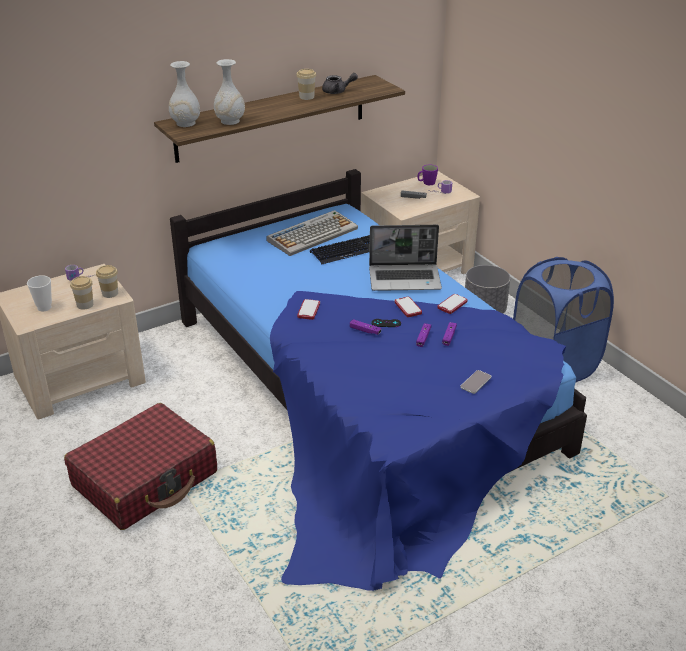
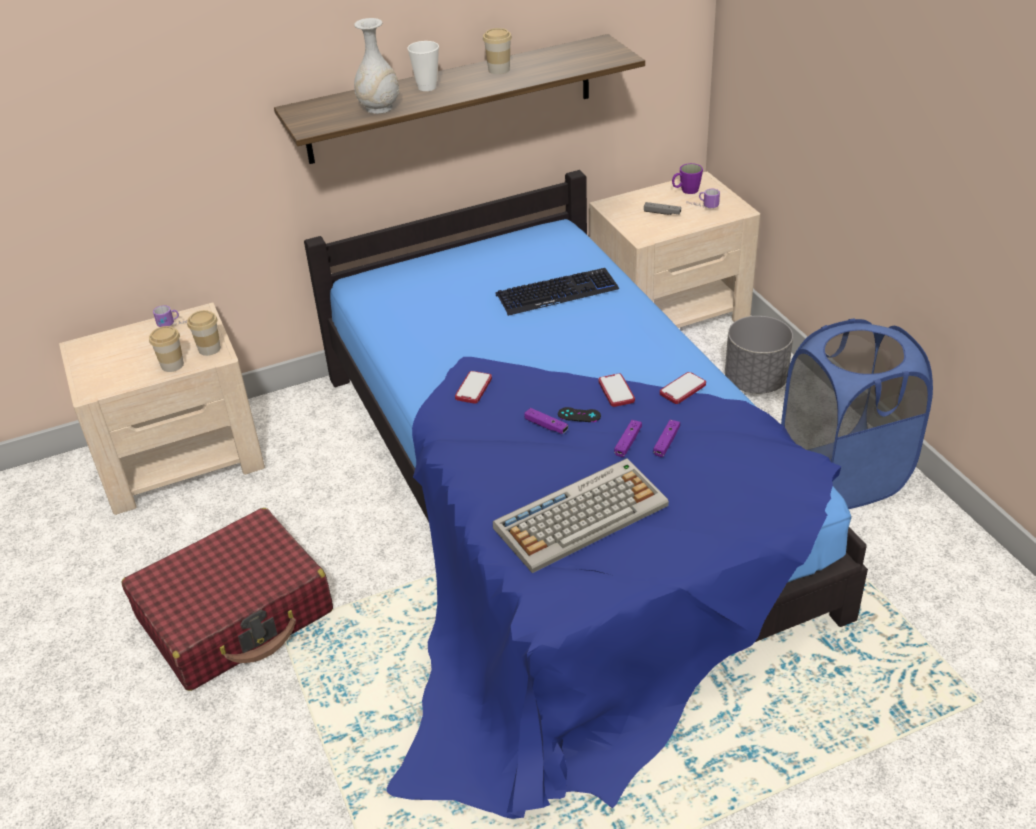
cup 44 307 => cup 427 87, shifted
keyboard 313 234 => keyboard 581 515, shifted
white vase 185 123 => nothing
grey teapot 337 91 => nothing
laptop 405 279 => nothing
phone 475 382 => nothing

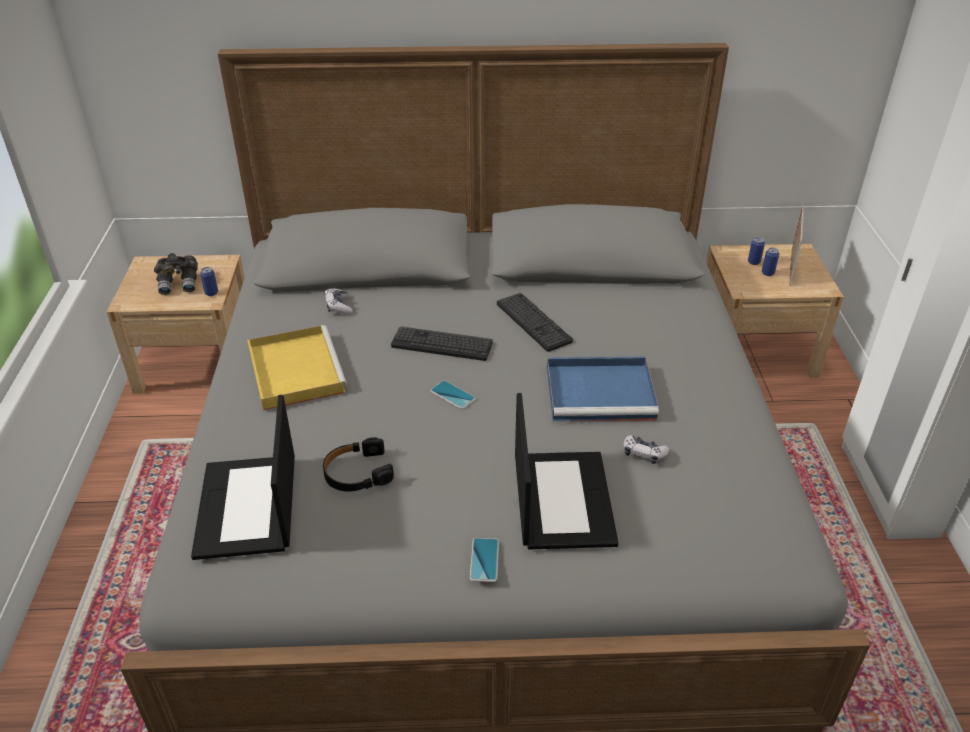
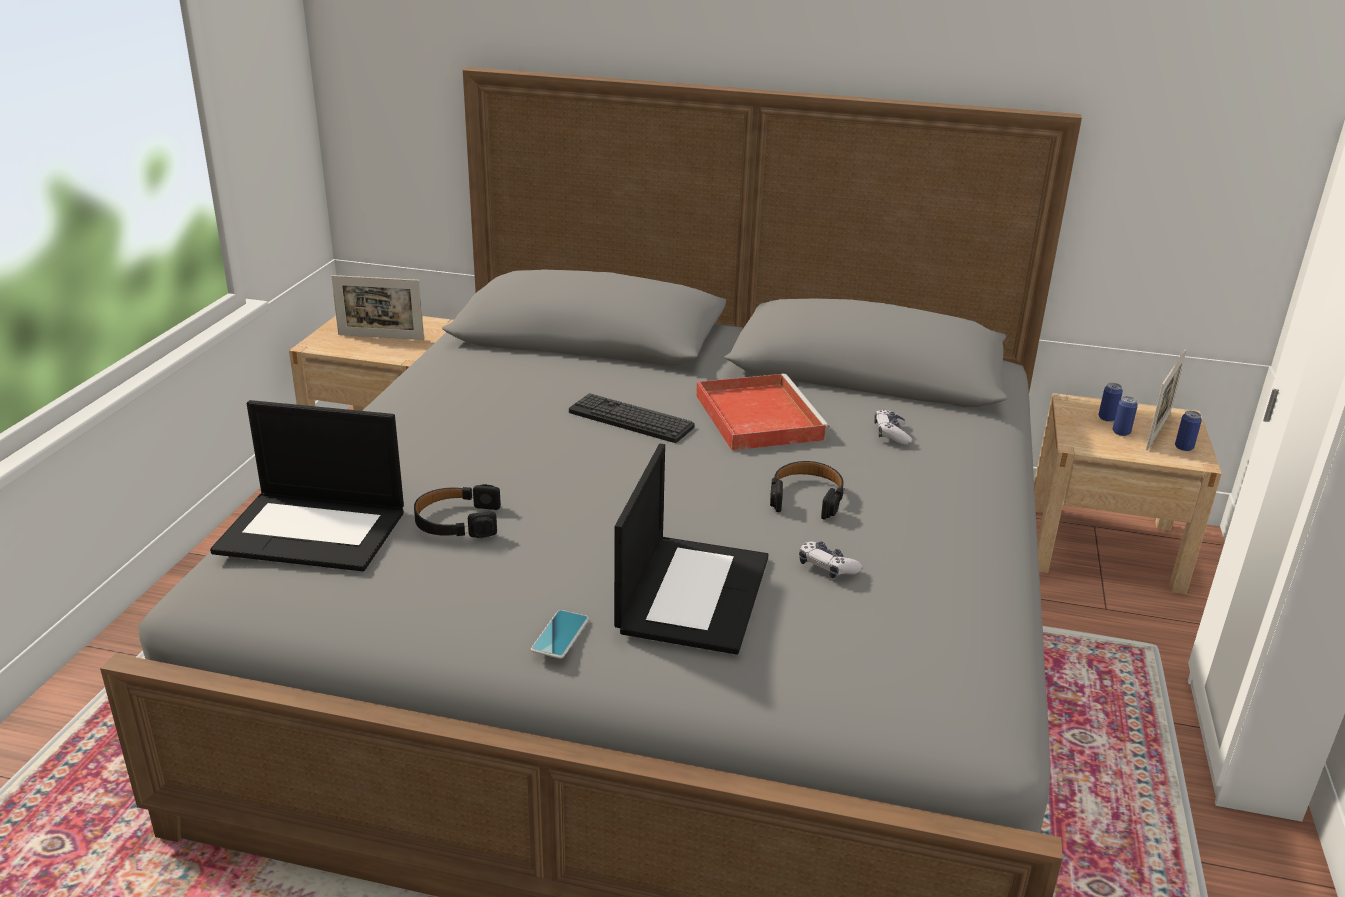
laptop 248 507 => laptop 314 531, 90 degrees counterclockwise
grey binoculars 179 284 => picture frame 381 337
keyboard 533 322 => red tray 757 416
blue tray 602 392 => black headphones 806 497
game controller 338 306 => game controller 891 434, shifted
can 211 293 => can 1184 447, shifted
yellow tray 294 369 => nothing
phone 452 395 => nothing

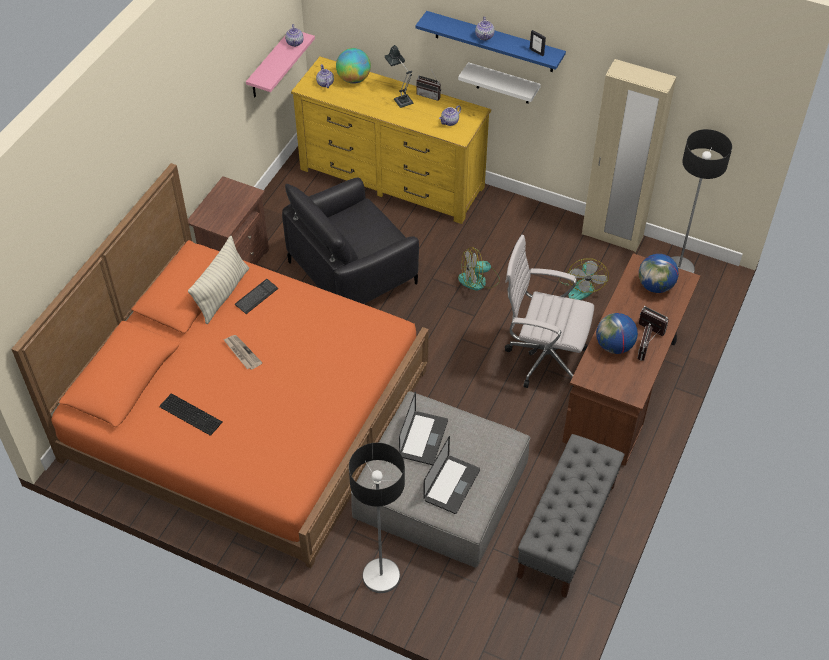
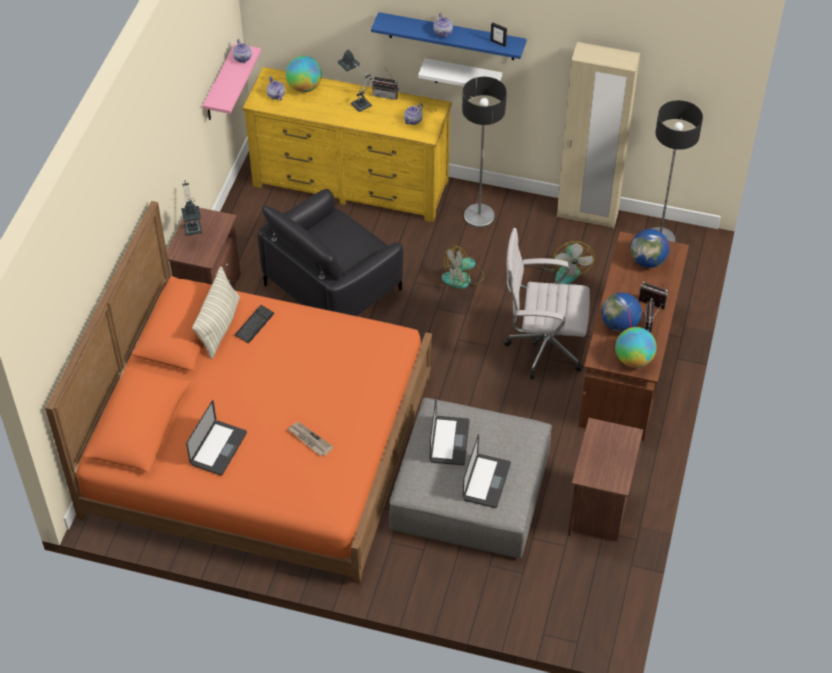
nothing => table lamp 193 232
keyboard 191 413 => laptop 218 448
newspaper 242 353 => newspaper 309 440, shifted
floor lamp 381 575 => floor lamp 479 216, shifted
grey bench 566 531 => brown nightstand 599 511
nothing => globe 633 359

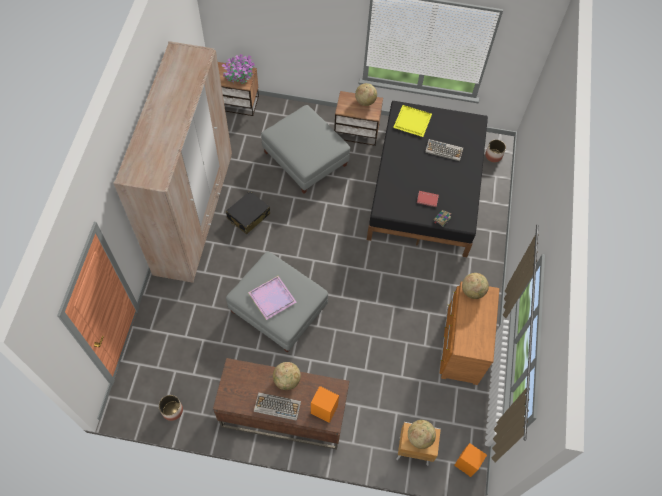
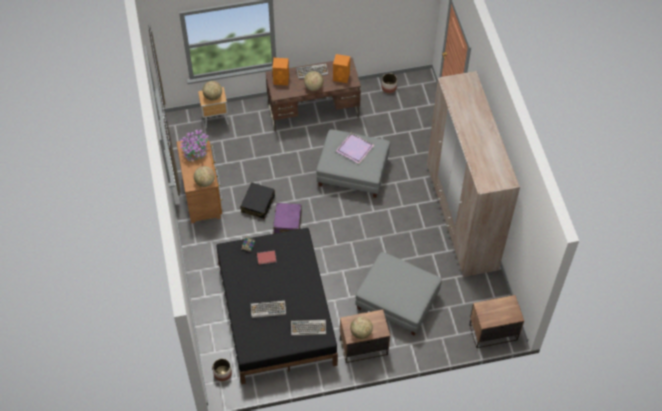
potted plant 240 76 => potted plant 195 151, shifted
black suitcase 248 216 => black suitcase 258 204, shifted
nothing => purple suitcase 287 222
yellow tray 411 121 => keyboard 308 327
orange speaker 466 463 => orange speaker 341 77, shifted

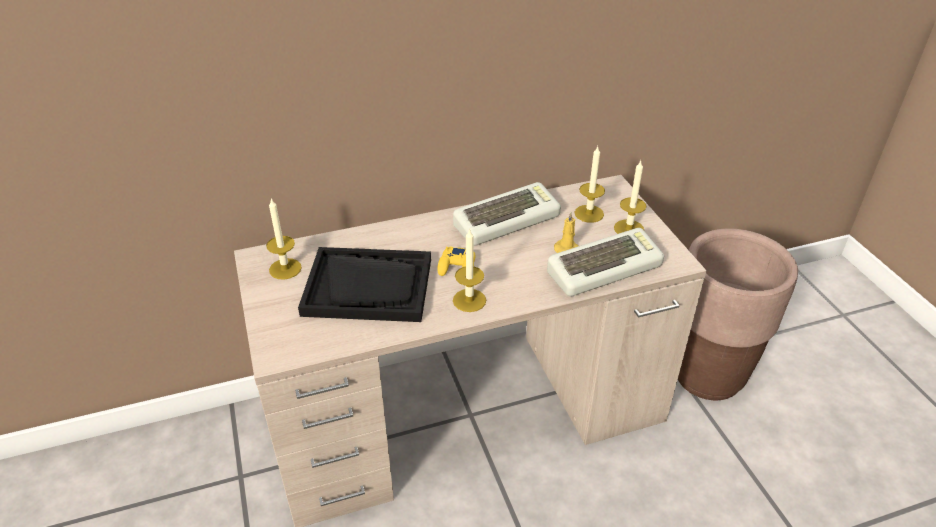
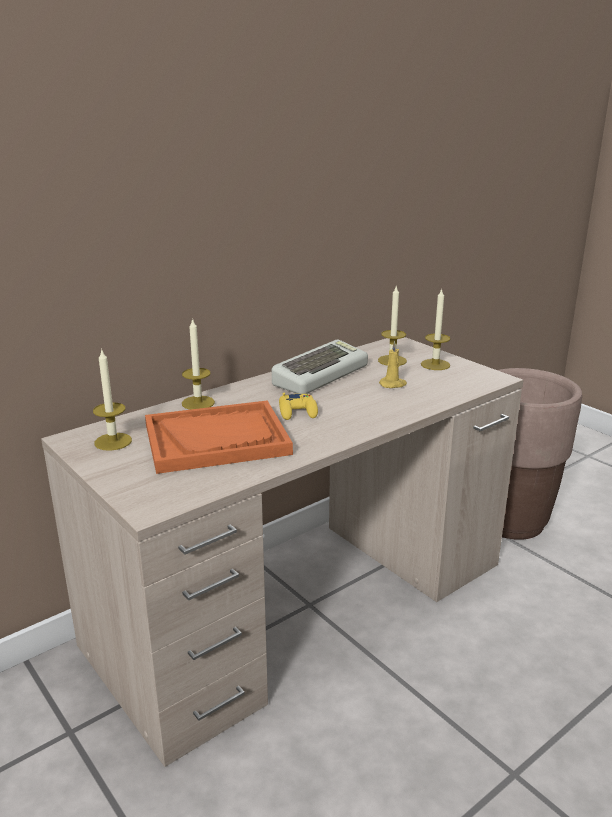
black tray 368 287 => orange tray 217 439
candle 469 300 => candle 198 403, shifted
keyboard 604 267 => nothing

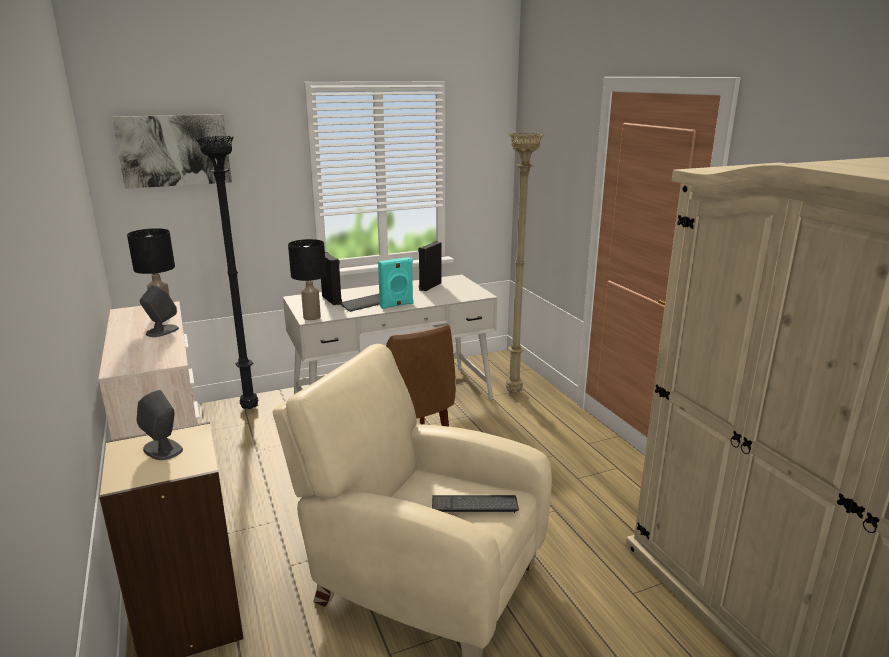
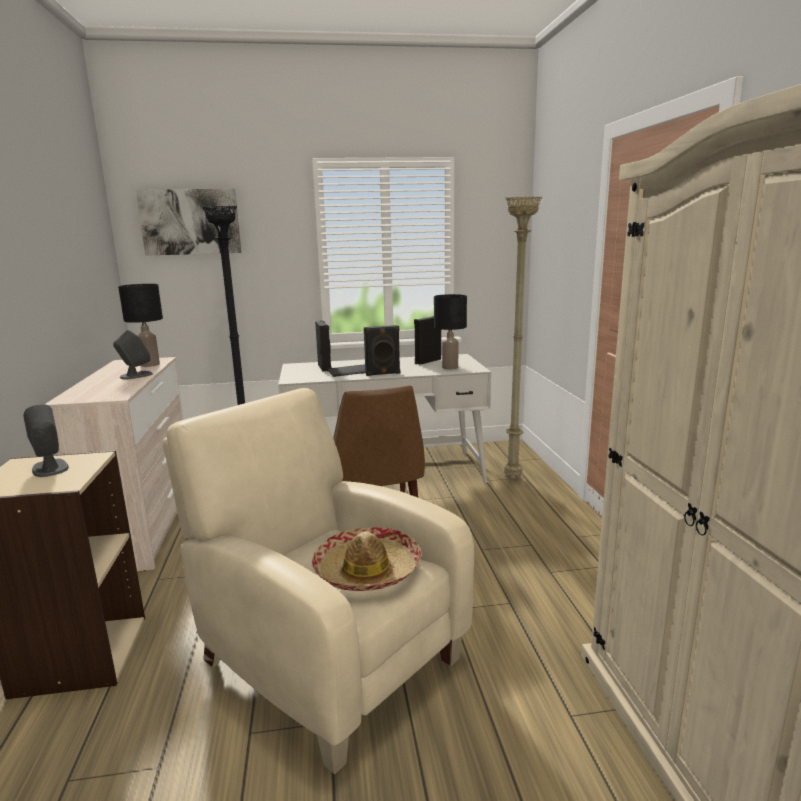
keyboard 474 505 => hat 367 570
turquoise speaker 397 305 => black speaker 383 374
black table lamp 311 317 => black table lamp 449 367, shifted

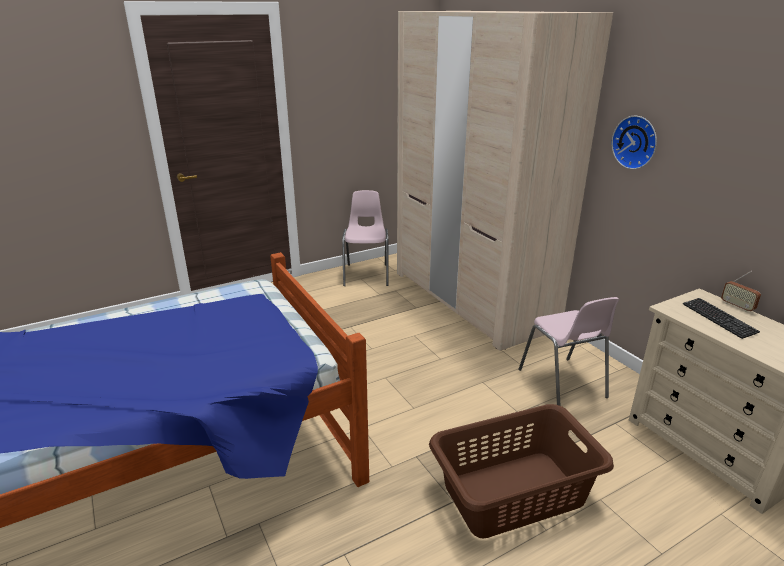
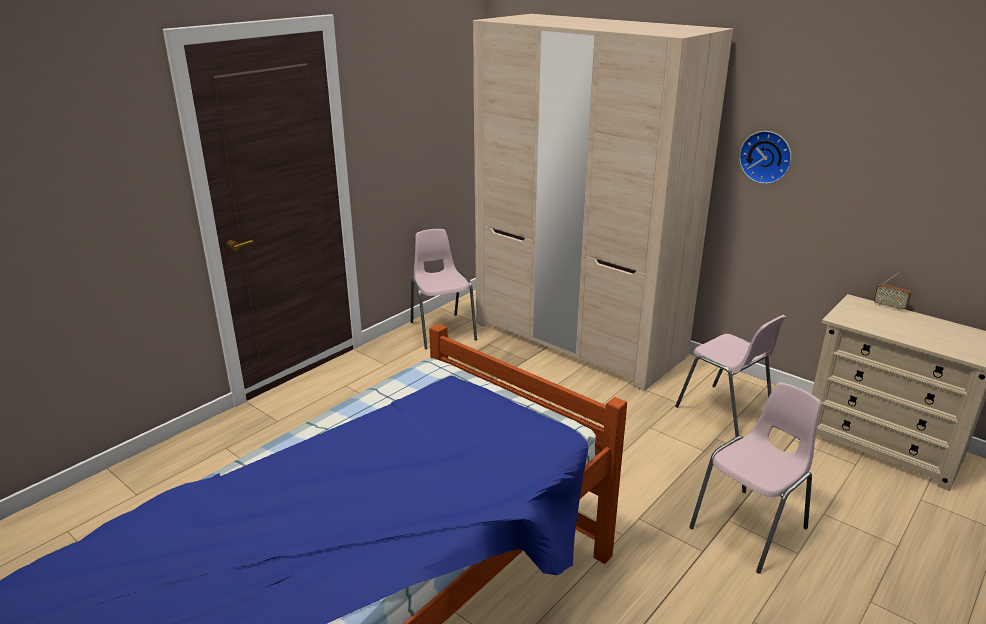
brown laundry basket 514 493 => pink chair 751 528
keyboard 718 319 => nothing

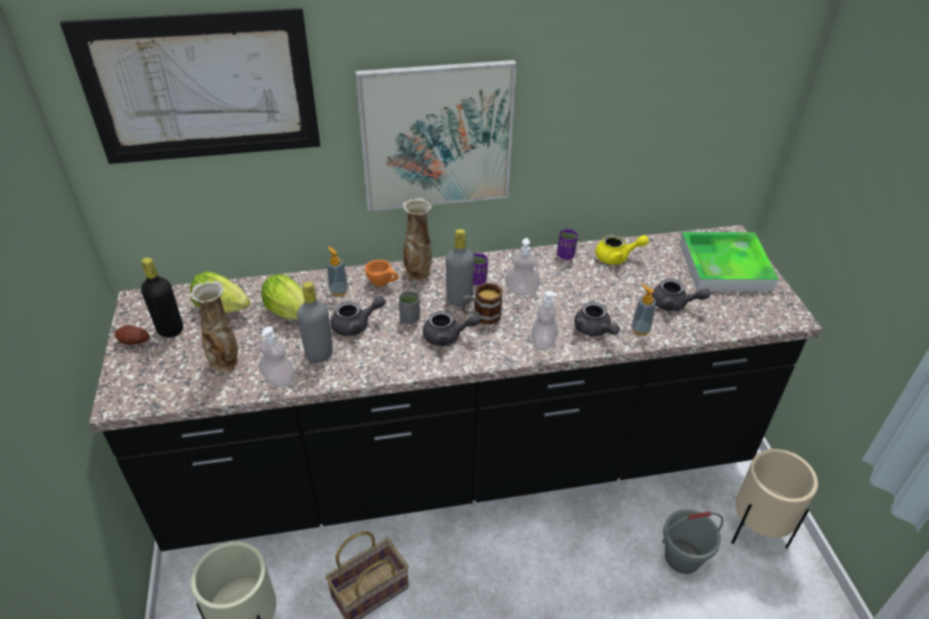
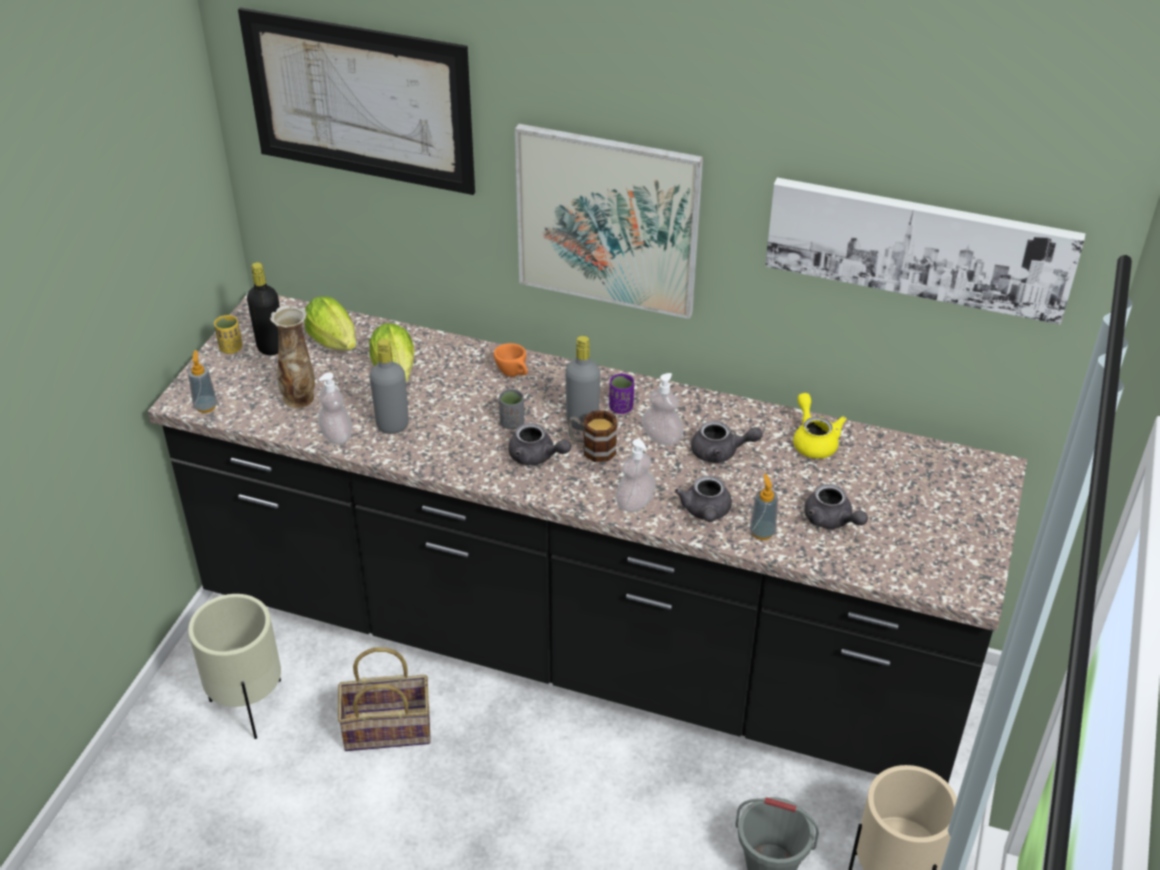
soap dispenser 338 290 => soap dispenser 205 406, shifted
potato 134 342 => yellow cup 231 348
grey teapot 356 325 => grey teapot 721 452, shifted
nothing => picture 919 246
yellow teapot 617 257 => yellow teapot 813 440, 135 degrees counterclockwise
vase 418 272 => nothing
purple cup 565 255 => nothing
tray 725 266 => nothing

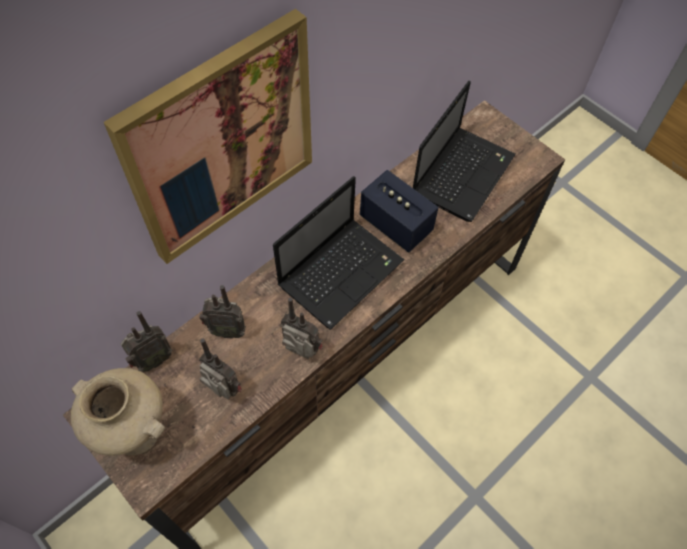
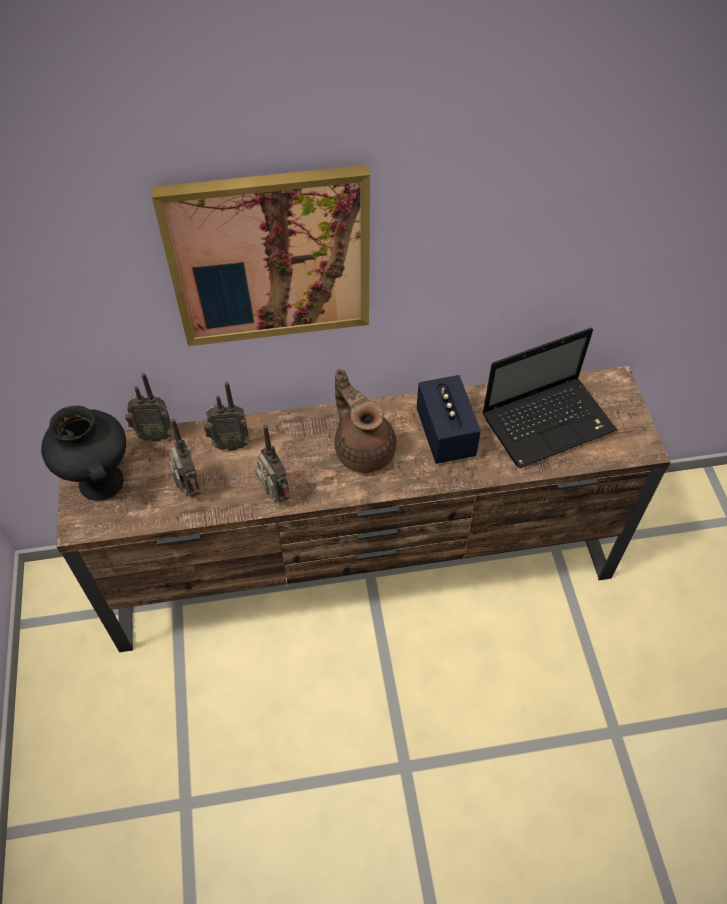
beige vase 134 433 => black vase 99 482
radio 227 330 => radio 230 443, 45 degrees counterclockwise
laptop 342 271 => brown teapot 363 448

